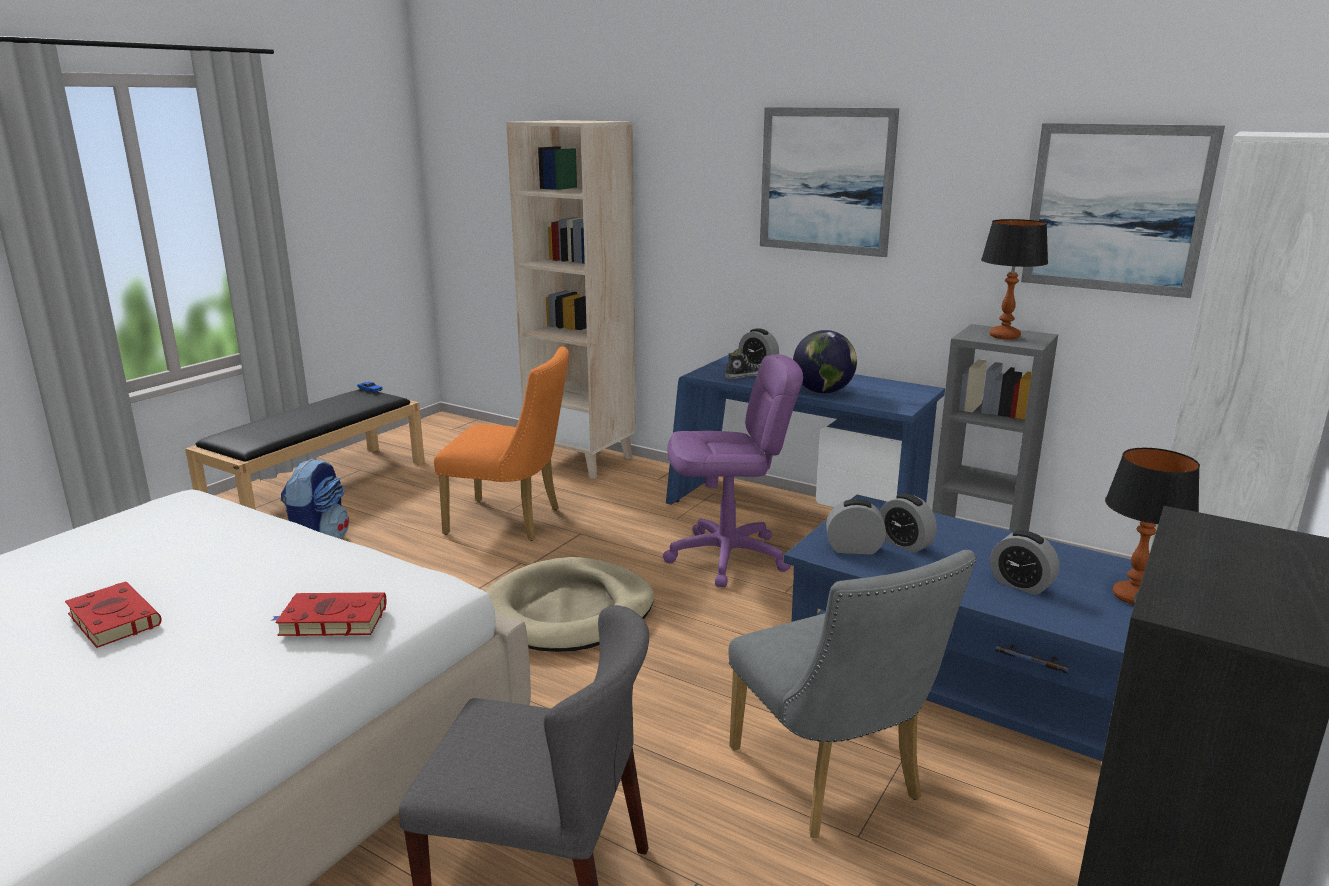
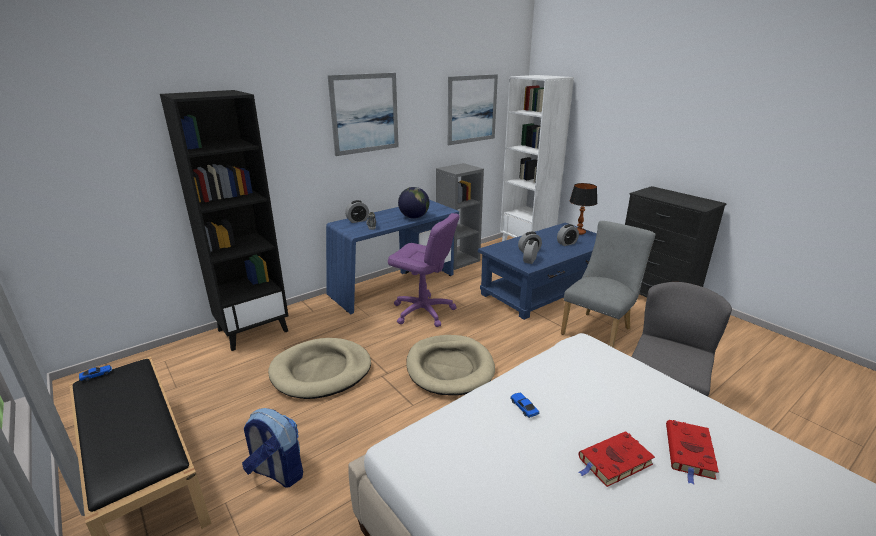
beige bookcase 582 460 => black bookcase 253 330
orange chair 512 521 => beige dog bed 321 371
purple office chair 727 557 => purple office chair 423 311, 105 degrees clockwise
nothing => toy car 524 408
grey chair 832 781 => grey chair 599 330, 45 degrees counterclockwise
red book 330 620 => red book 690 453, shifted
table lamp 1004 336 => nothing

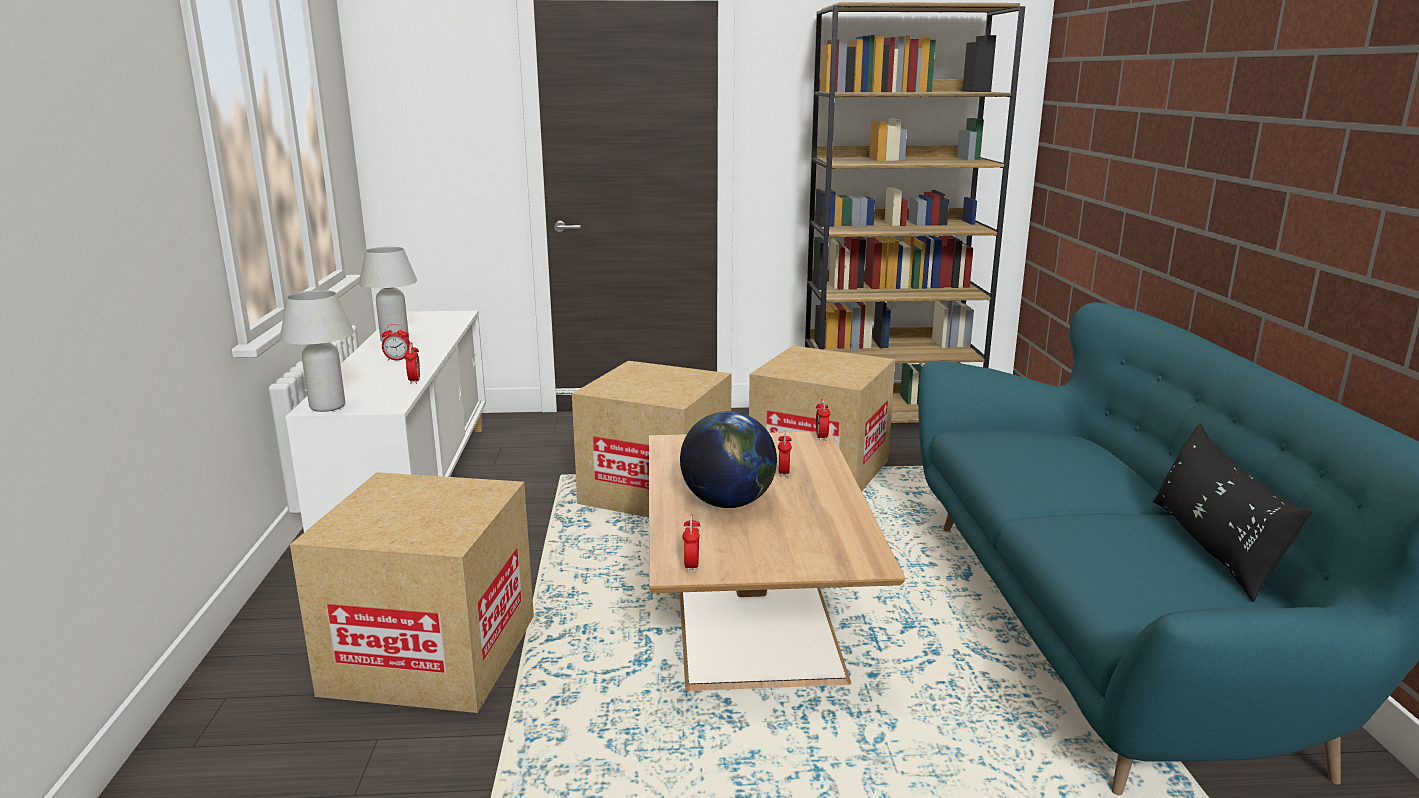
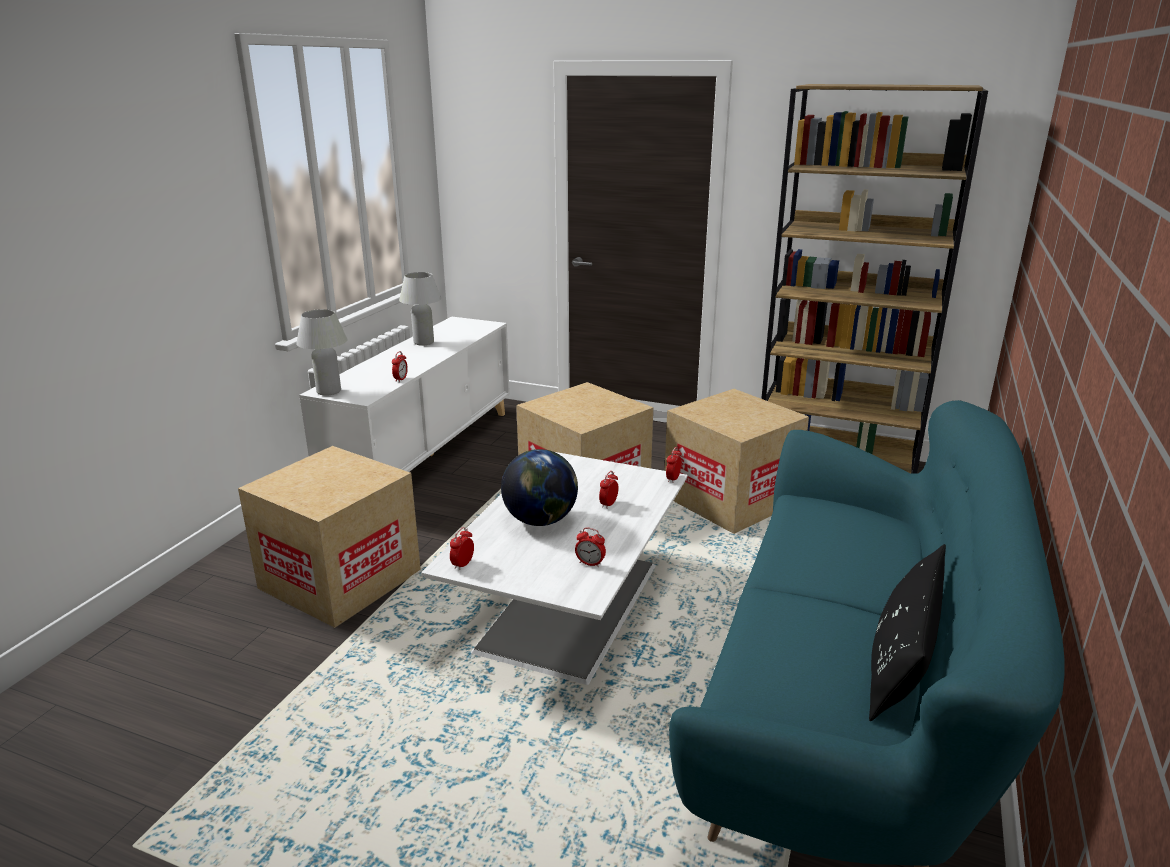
brown coffee table 755 614 => white coffee table 569 609
alarm clock 398 359 => alarm clock 590 563, shifted

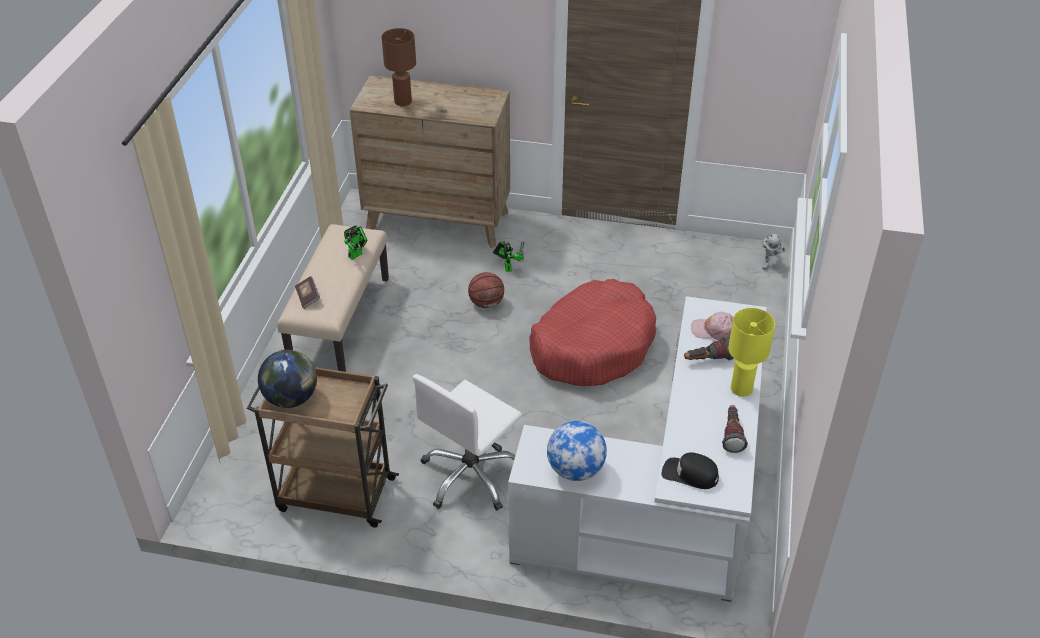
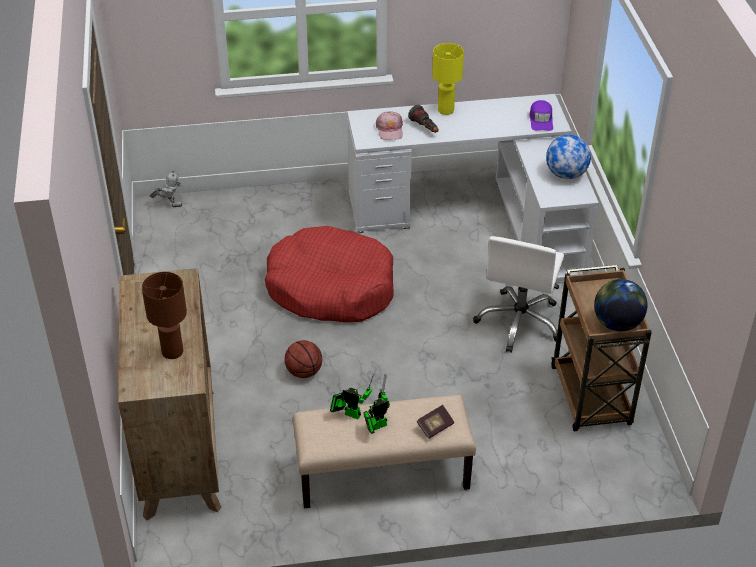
toy robot 507 266 => toy robot 376 426, shifted
white office chair 471 475 => white office chair 520 322, 90 degrees clockwise
black cap 690 474 => purple cap 541 120
flashlight 732 434 => nothing

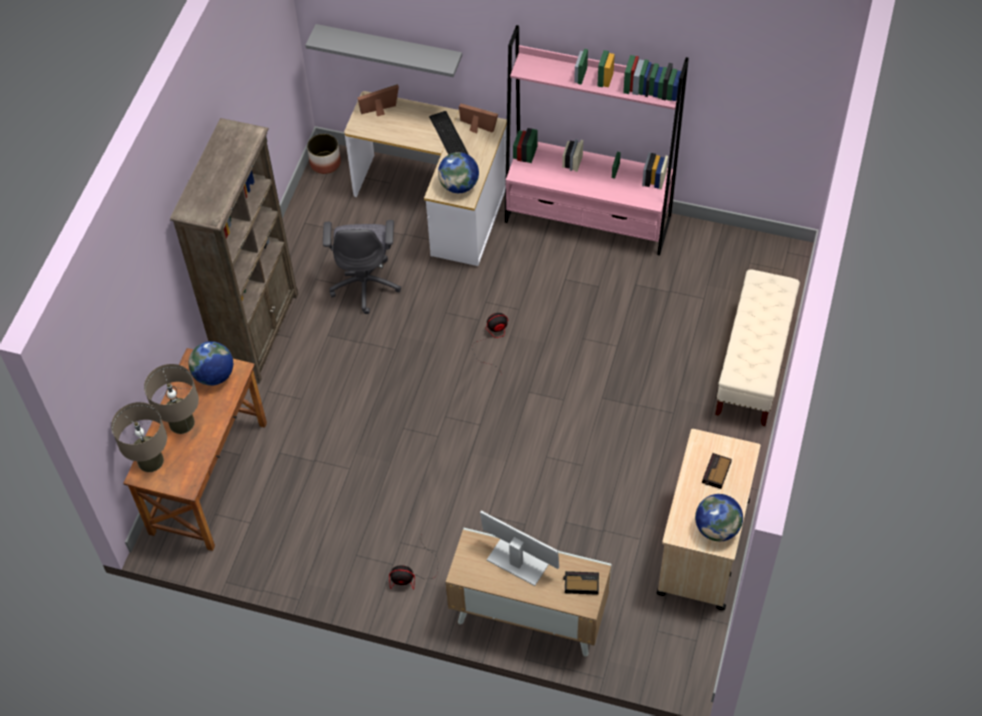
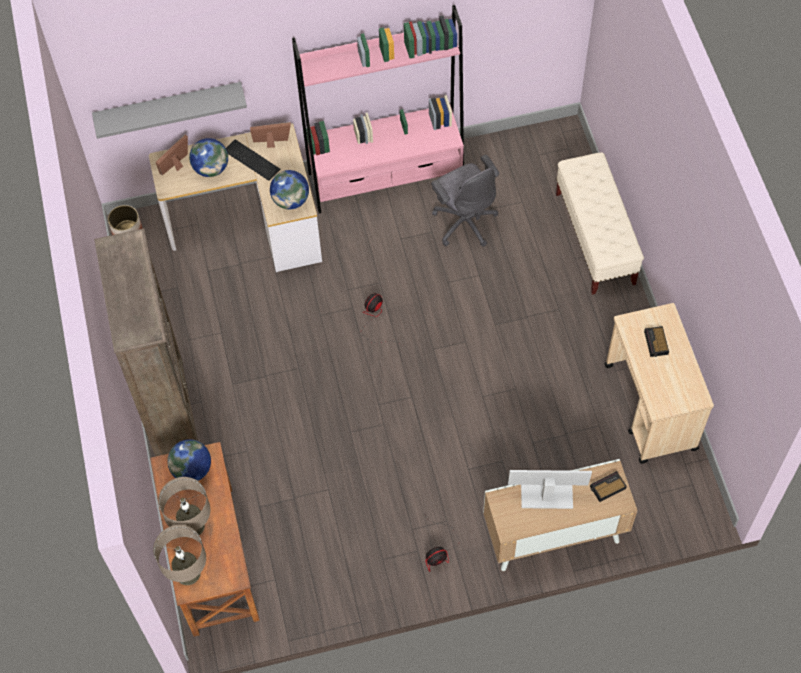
globe 717 528 => globe 211 168, shifted
grey office chair 365 283 => grey office chair 464 222, shifted

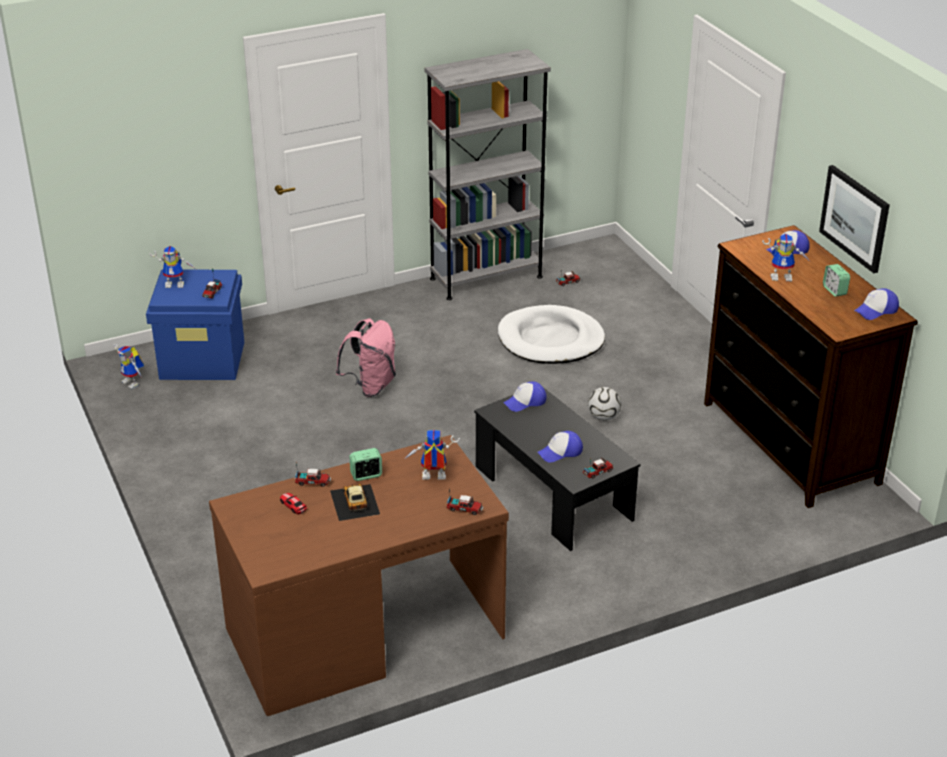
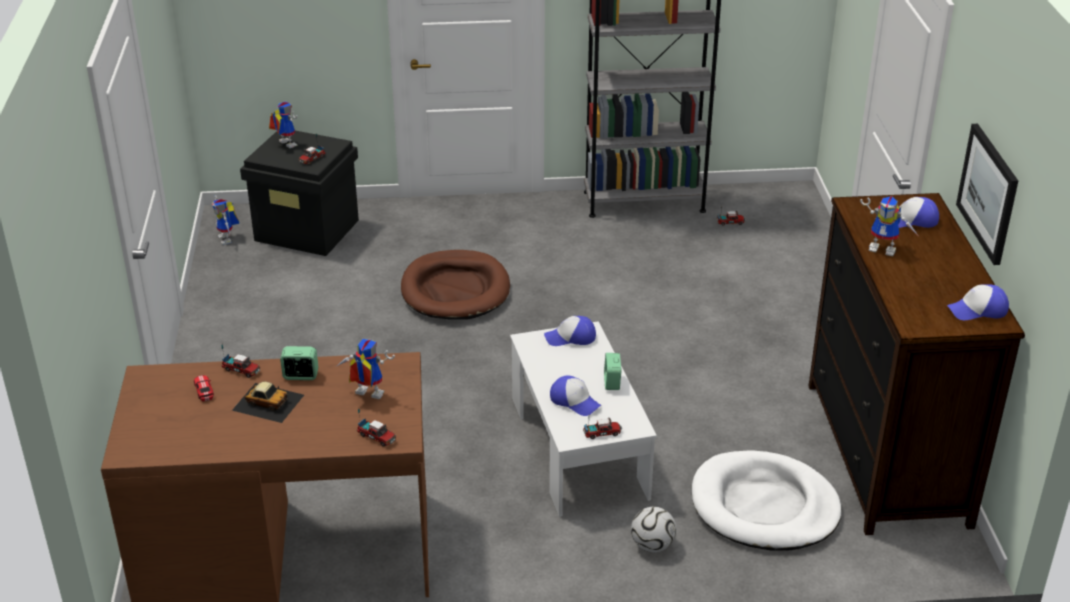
toy car 354 502 => toy car 268 402, 105 degrees clockwise
blue storage box 203 360 => black storage box 308 230
toy robot 176 284 => toy robot 284 144, 150 degrees counterclockwise
pink backpack 370 386 => brown dog bed 455 290
black coffee table 553 493 => white coffee table 578 447
cap 560 452 => cap 574 401, 135 degrees counterclockwise
alarm clock 834 290 => alarm clock 612 382, shifted
football 603 417 => football 652 545, shifted
white dog bed 550 340 => white dog bed 764 506, shifted

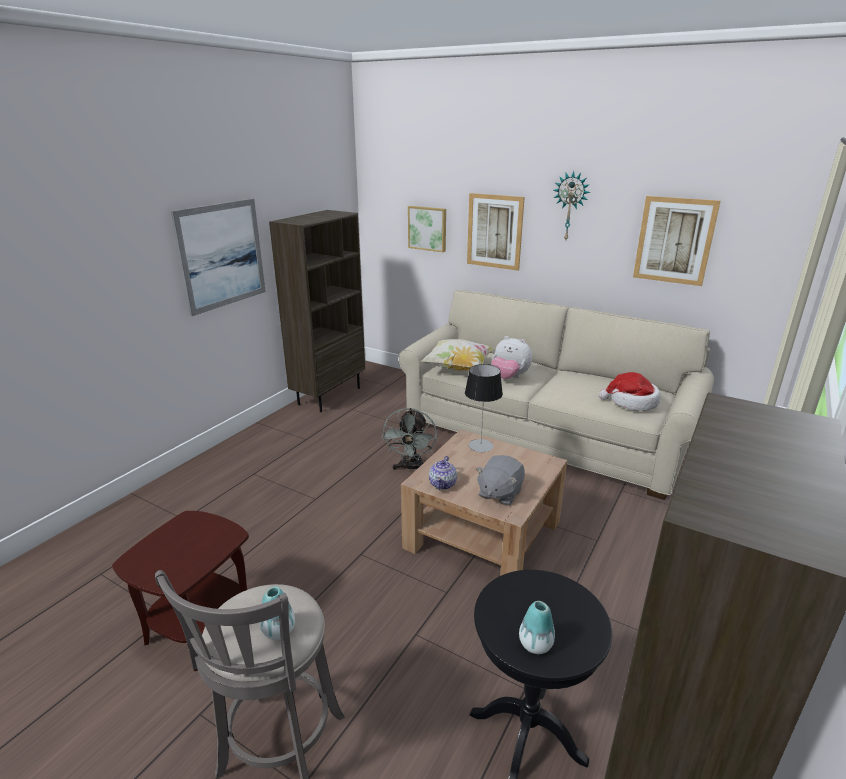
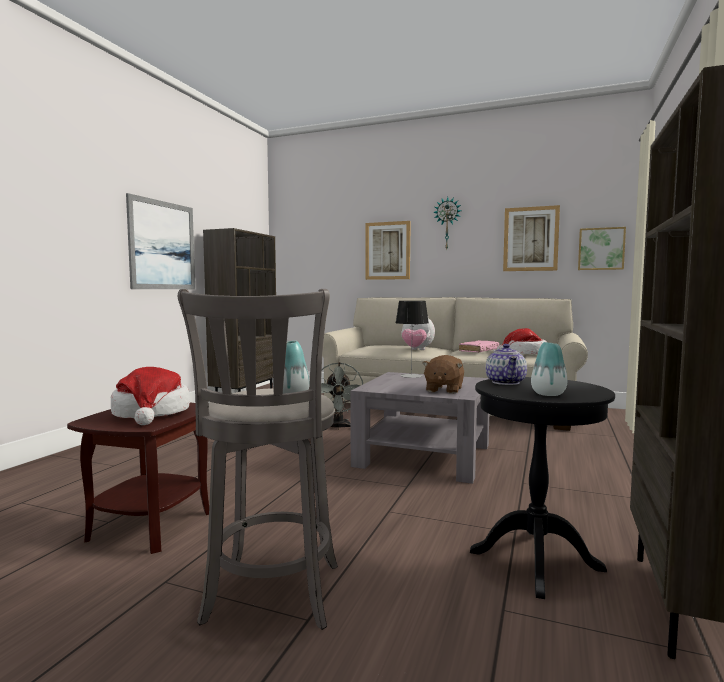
nothing => hat 151 413
brown coffee table 483 535 => grey coffee table 424 455
grey plush toy 499 493 => brown plush toy 443 390
nothing => pink book 478 351
teapot 443 484 => teapot 506 382, shifted
picture 428 228 => picture 601 249, shifted
pillow 458 368 => nothing

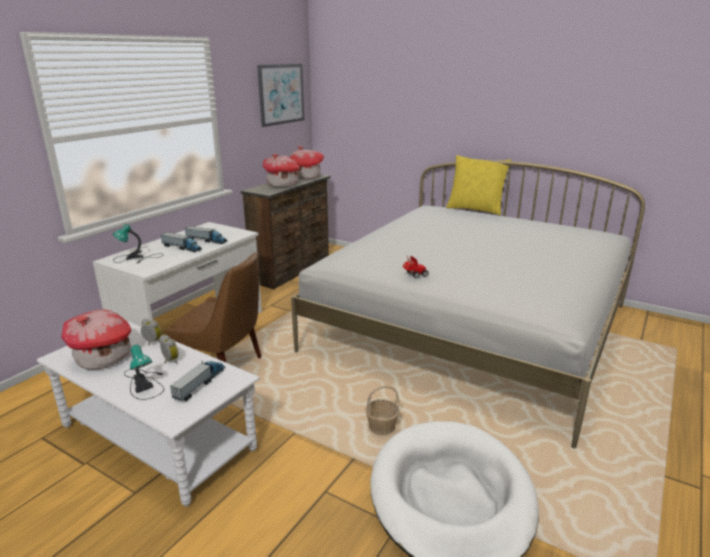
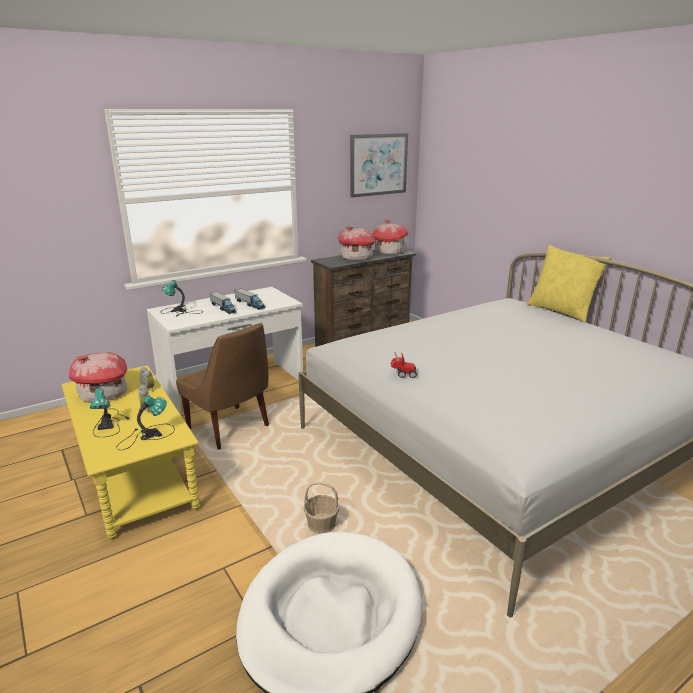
white coffee table 157 438 => yellow coffee table 135 474
toy truck 200 384 => table lamp 147 435

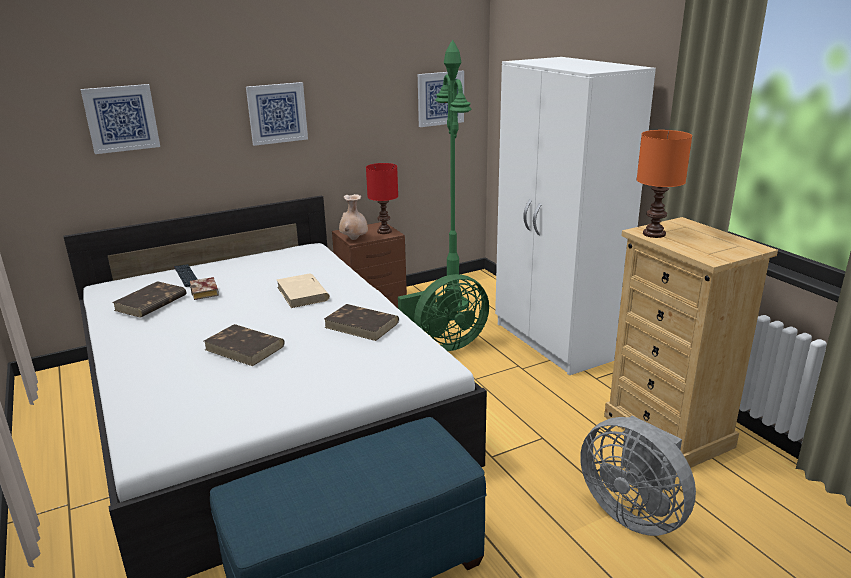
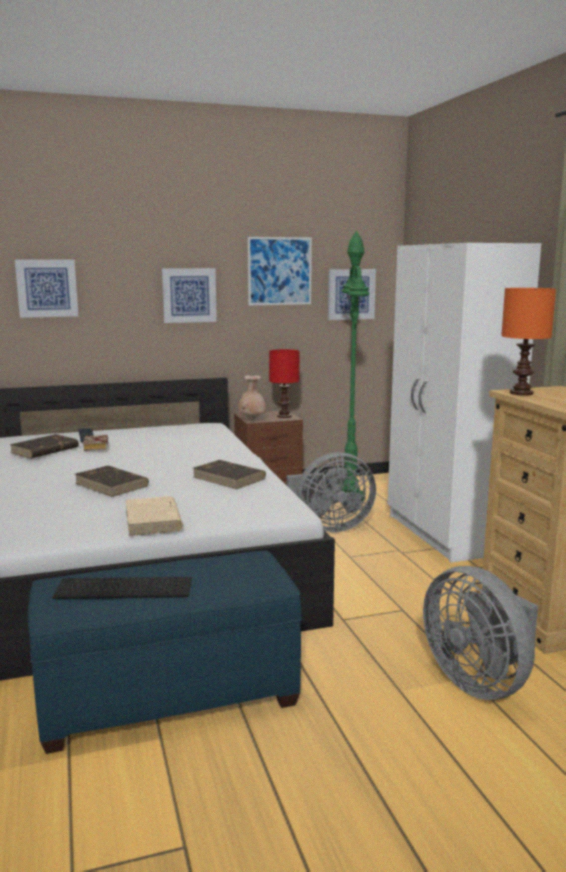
nothing => keyboard 126 587
beige book 303 294 => beige book 153 520, shifted
nothing => picture 279 271
green fan 444 344 => grey fan 329 527

